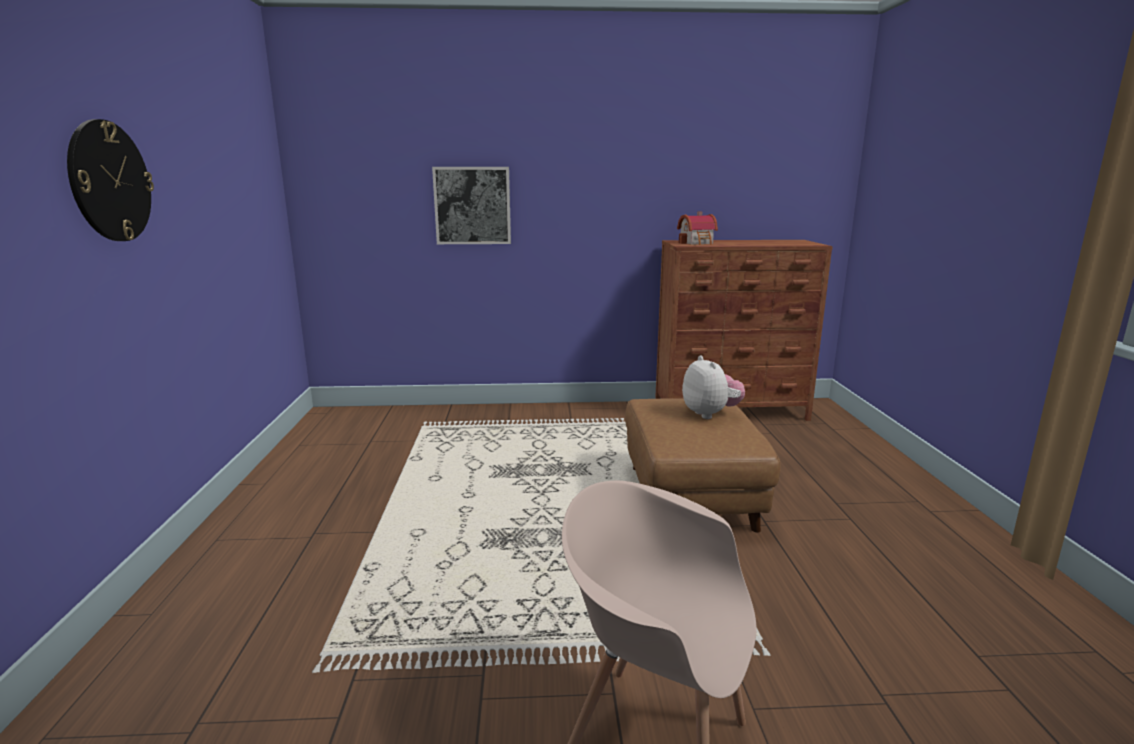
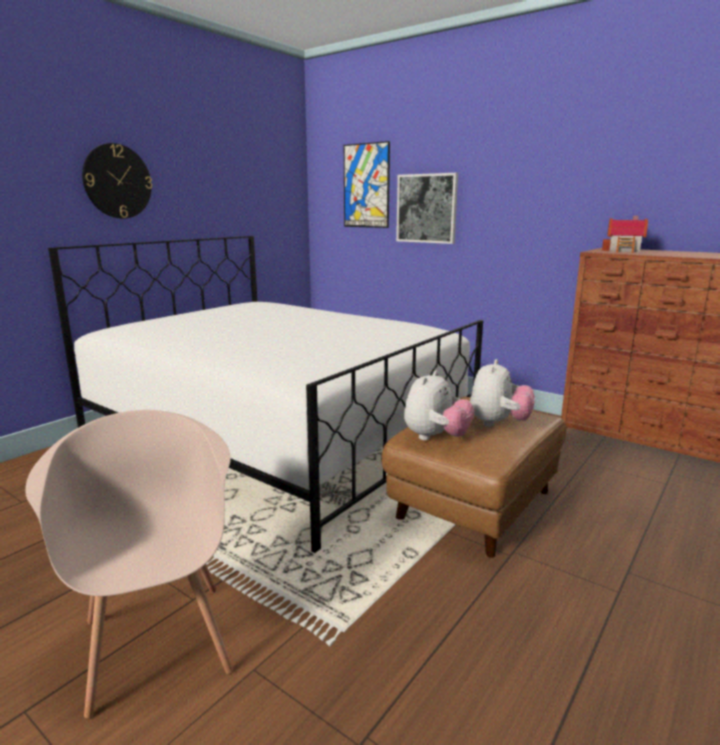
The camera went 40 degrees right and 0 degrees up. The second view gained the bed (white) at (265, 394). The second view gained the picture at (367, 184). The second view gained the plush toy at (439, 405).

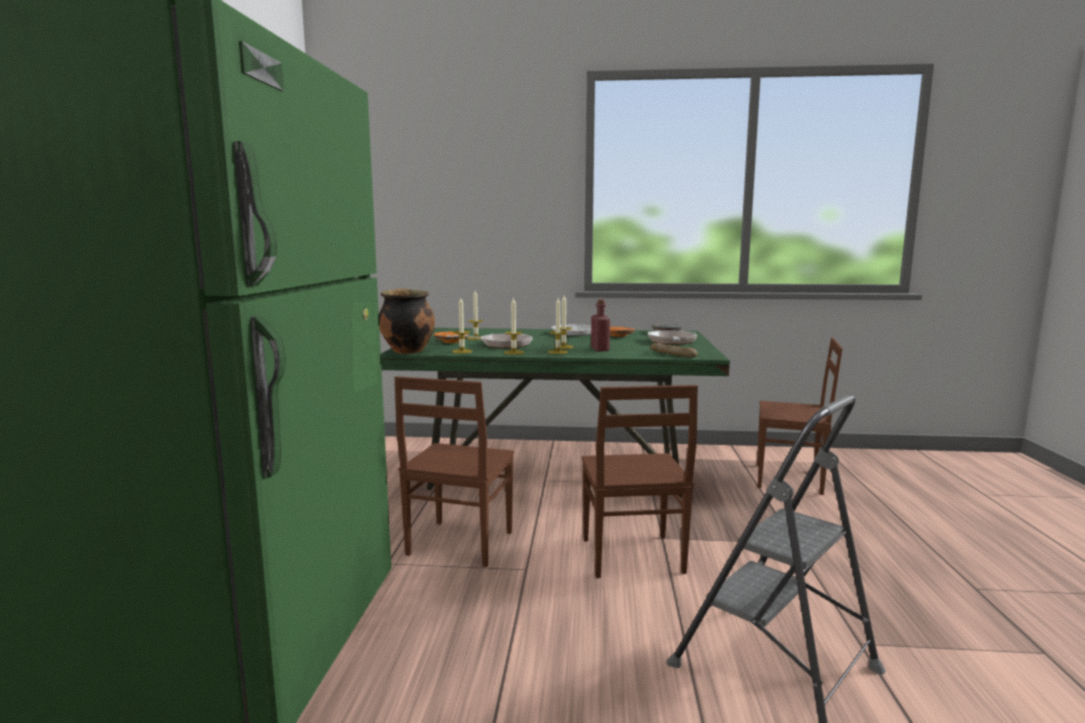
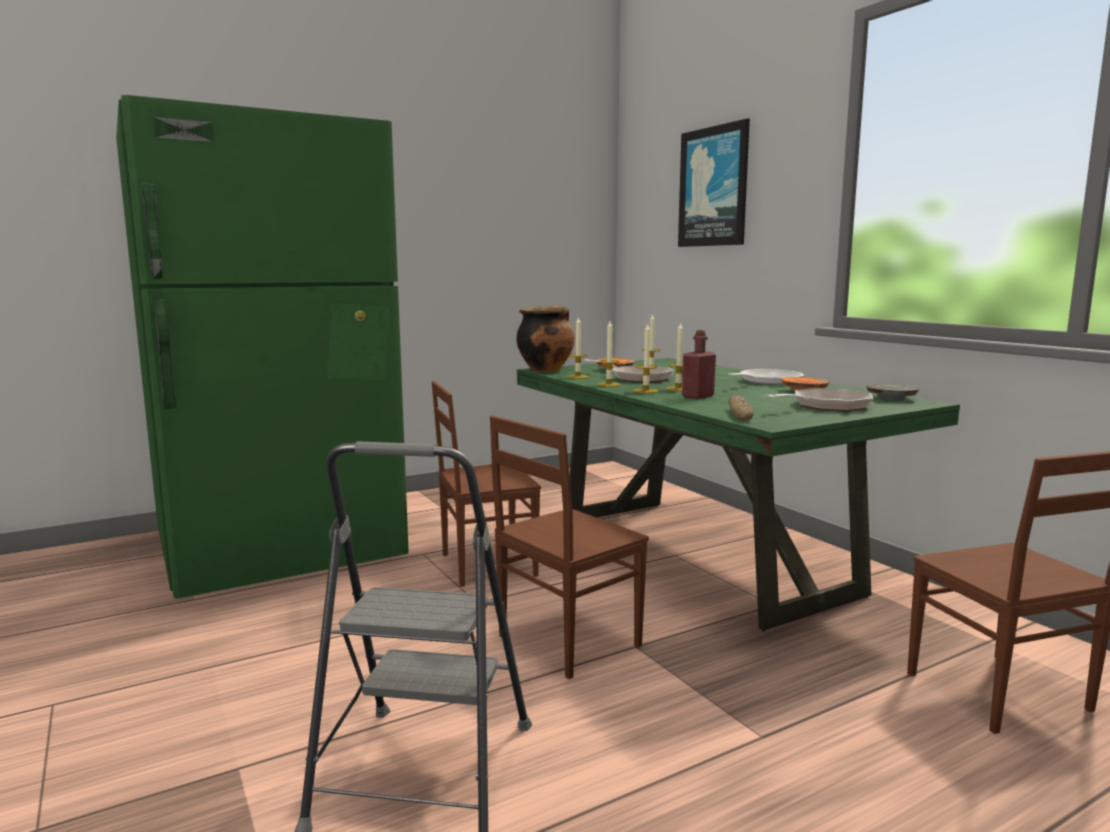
The camera went 55 degrees right and 0 degrees up. The second view gained the picture at (714, 183).

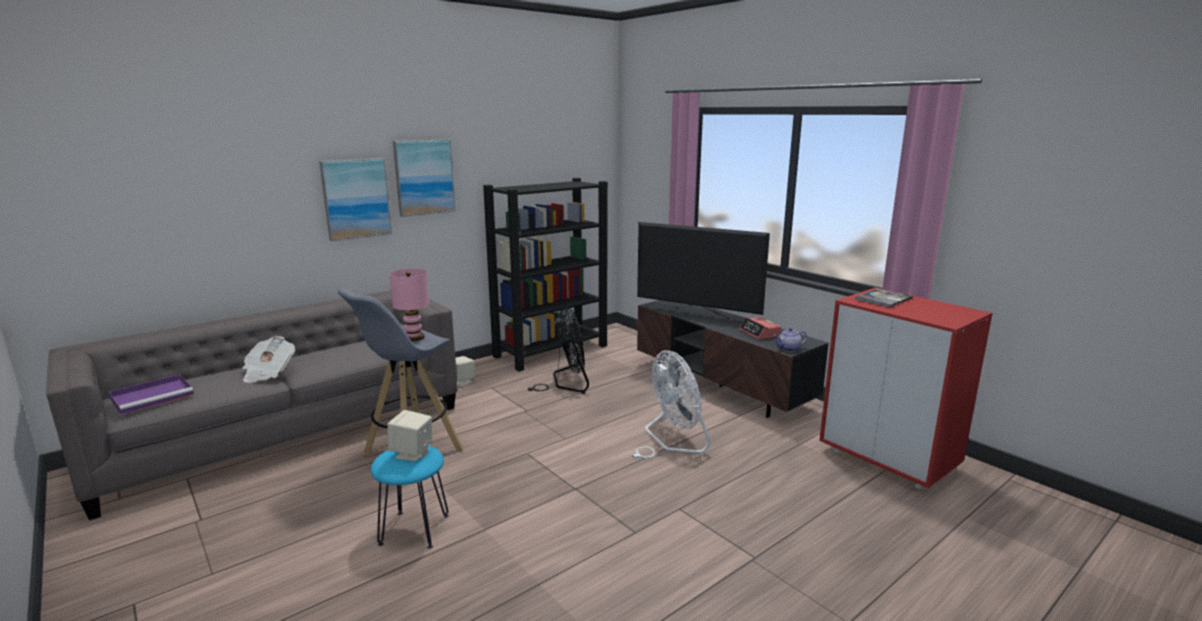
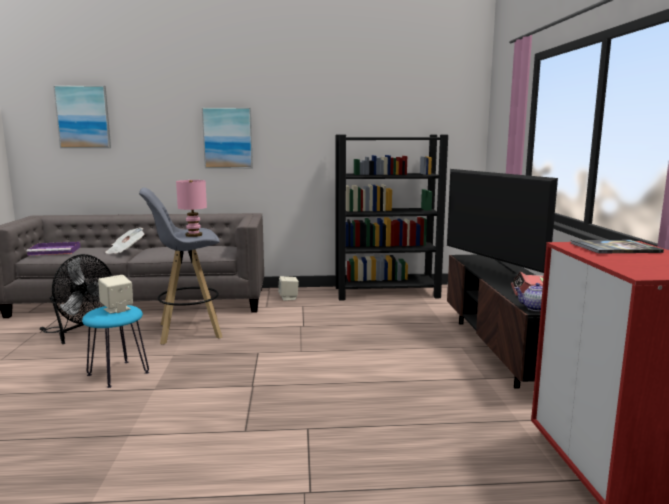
The camera went 35 degrees right and 5 degrees down. The picture ended up elsewhere, having gone from (424, 178) to (82, 116). The fan (black) ended up elsewhere, having gone from (558, 350) to (76, 299). The second view lost the fan (white) at (671, 404).

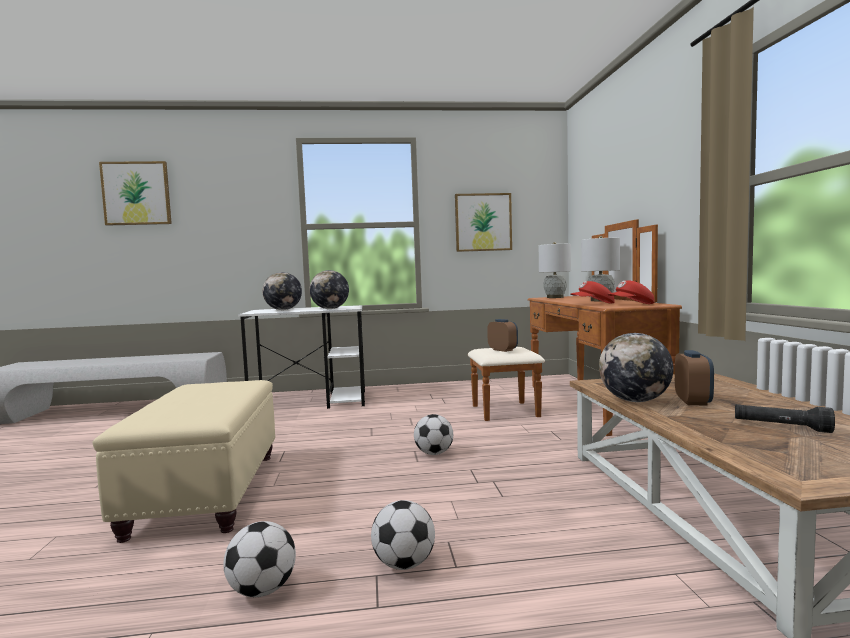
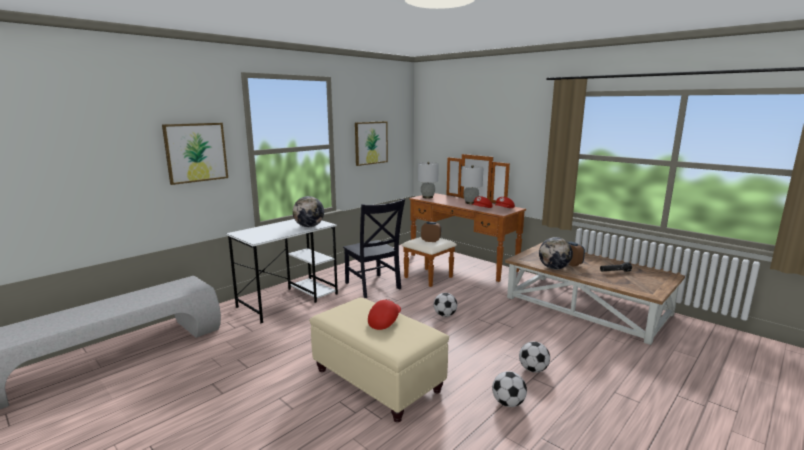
The camera went 40 degrees left and 10 degrees up. The picture ended up elsewhere, having gone from (135, 193) to (195, 154). The second view lost the globe at (282, 291). The second view gained the chair (black) at (374, 248). The second view gained the cap (red) at (384, 314).

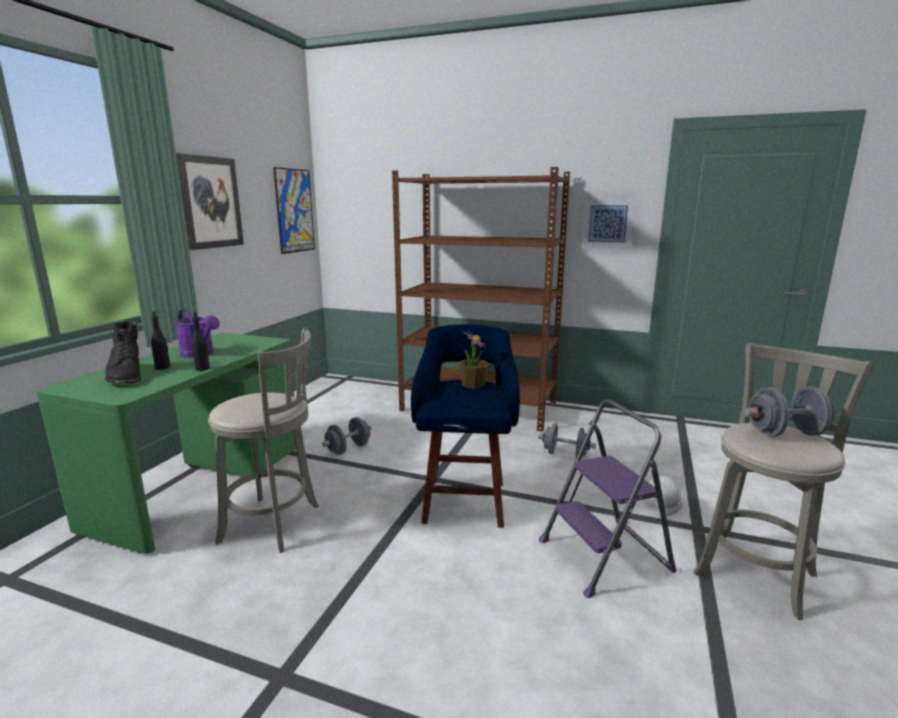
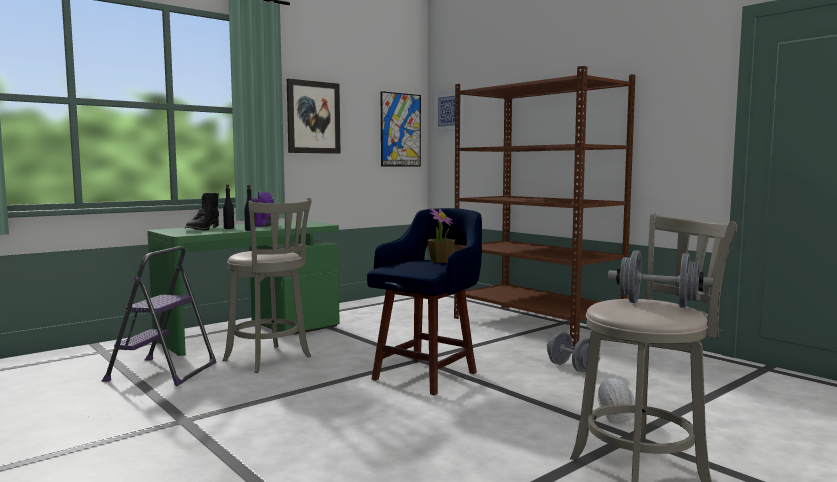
The camera went 30 degrees right and 10 degrees down. The second view lost the dumbbell (grey) at (347, 436). The step ladder (purple) ended up elsewhere, having gone from (607, 499) to (158, 316). The picture ended up elsewhere, having gone from (608, 223) to (448, 110).

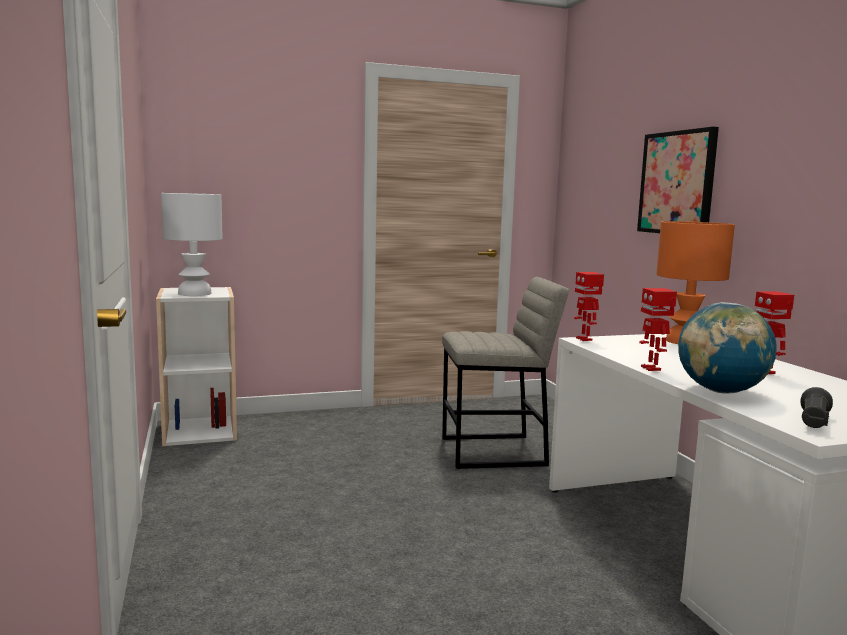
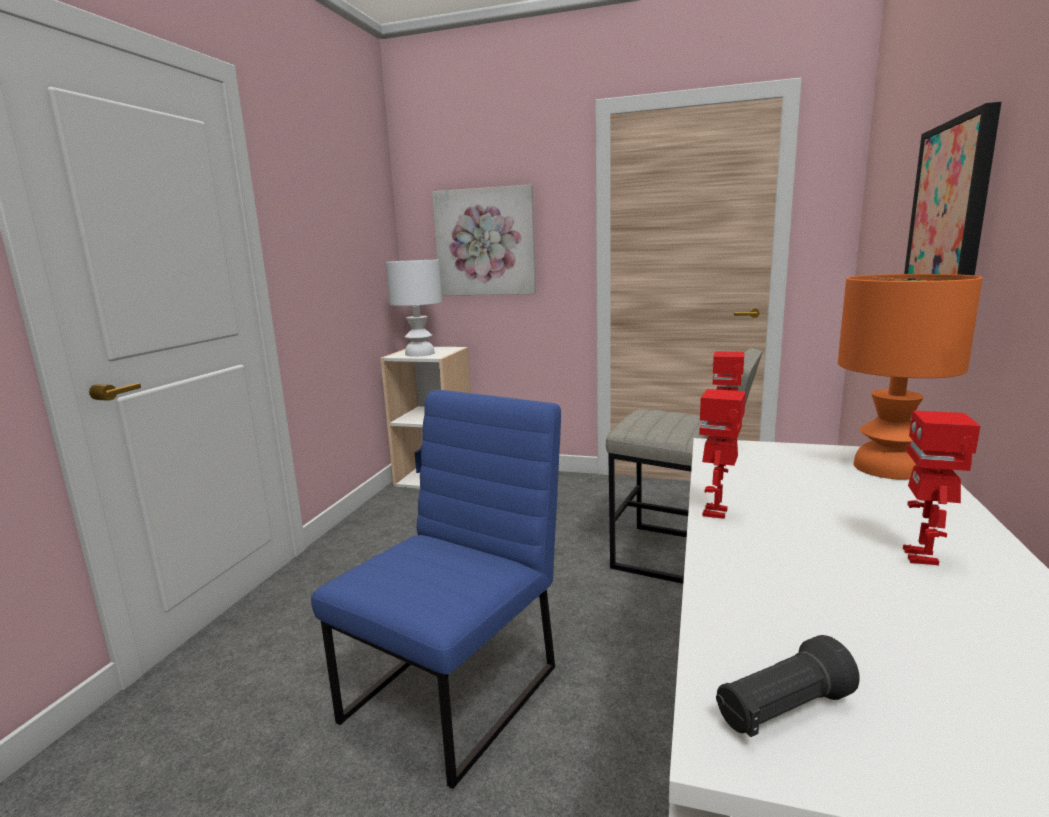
The camera went 35 degrees right and 5 degrees up. The second view lost the globe at (727, 348). The second view gained the chair (blue) at (436, 589). The second view gained the picture at (484, 240).

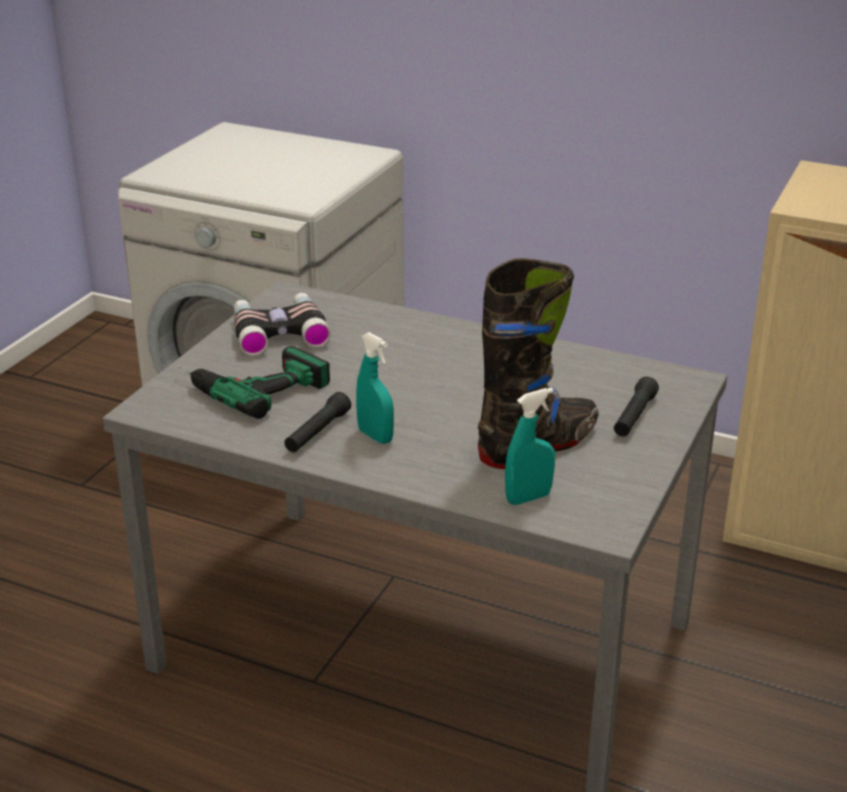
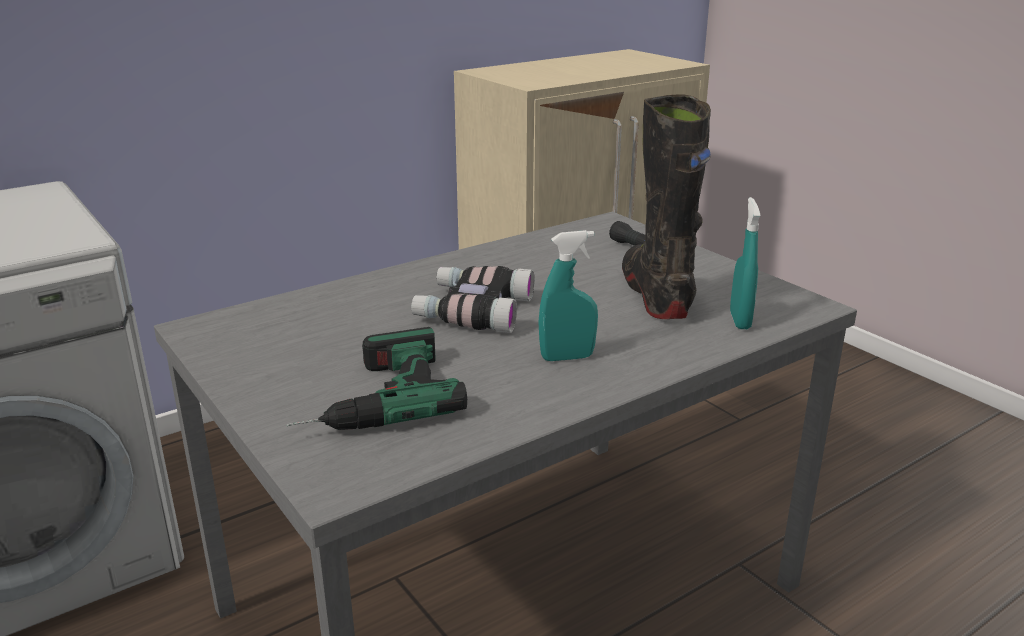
The camera went 60 degrees left and 5 degrees down. The binoculars ended up elsewhere, having gone from (282, 324) to (473, 299). The second view lost the flashlight (black) at (317, 422).

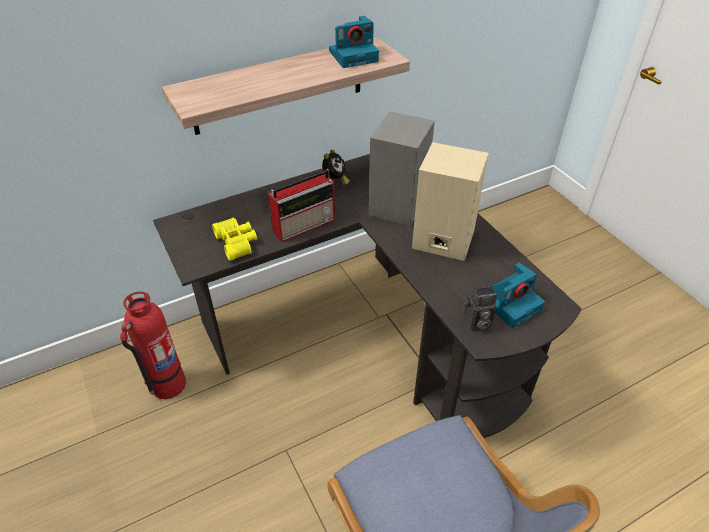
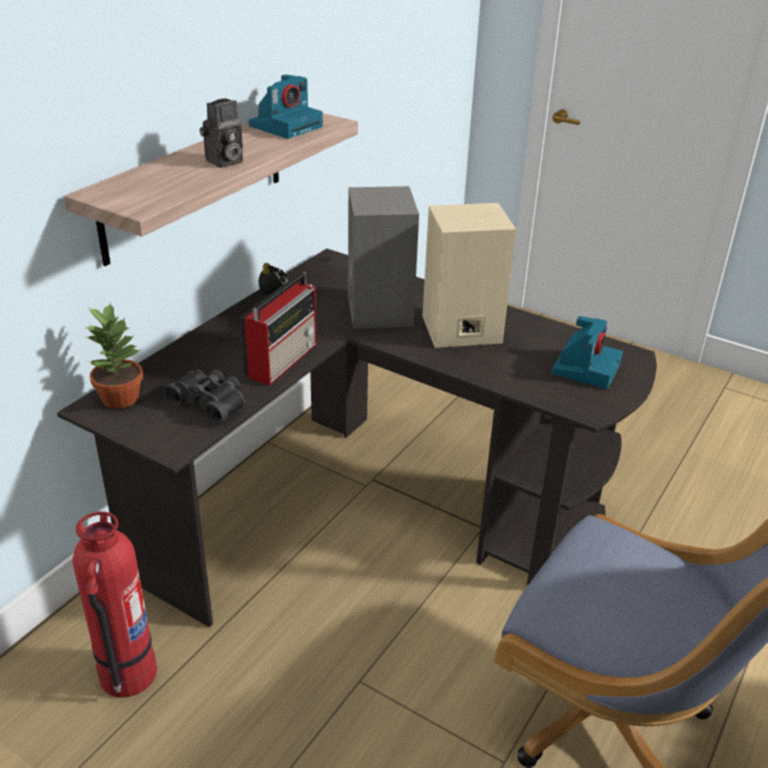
The camera went 30 degrees left and 10 degrees down. What was the binoculars (yellow) at (234, 239) turned into the binoculars (black) at (204, 397). The photo camera ended up elsewhere, having gone from (480, 308) to (221, 133). The second view gained the potted plant at (115, 355).

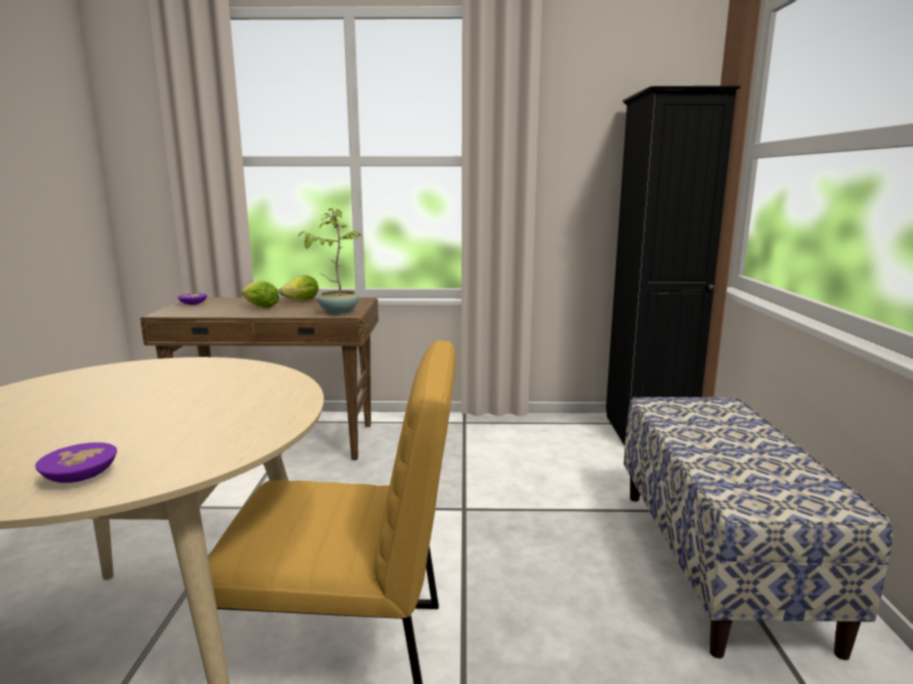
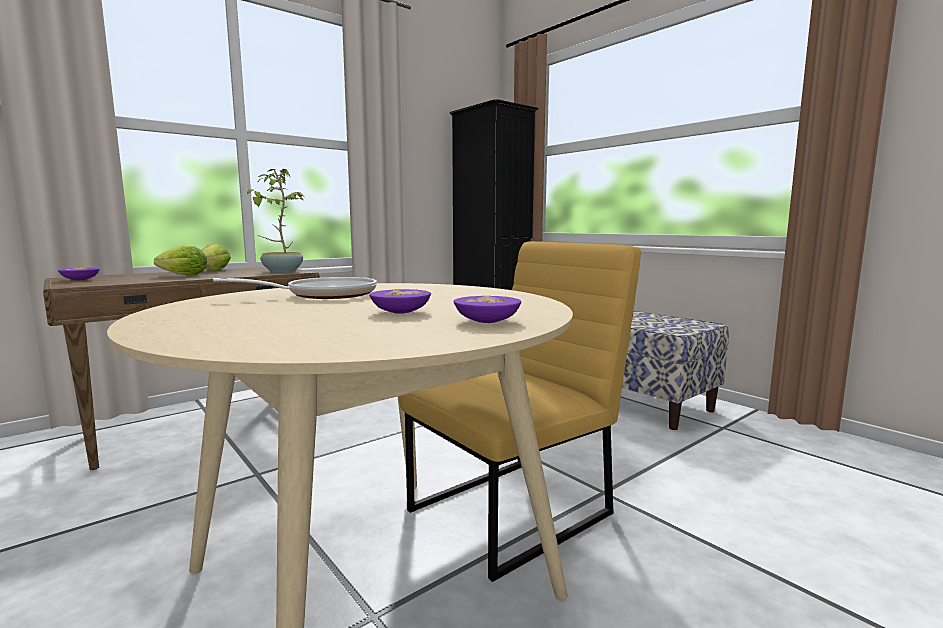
The camera went 40 degrees left and 5 degrees down. The second view gained the frying pan at (295, 288). The second view gained the bowl (purple) at (400, 301).

